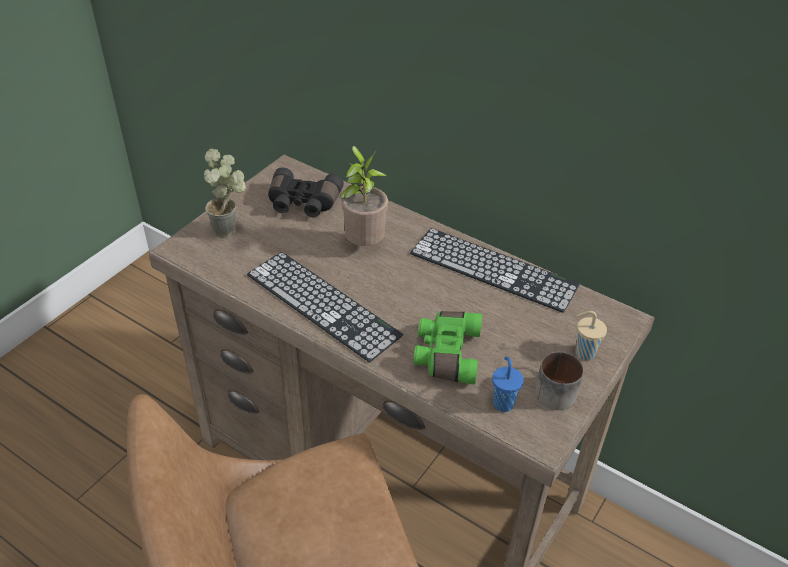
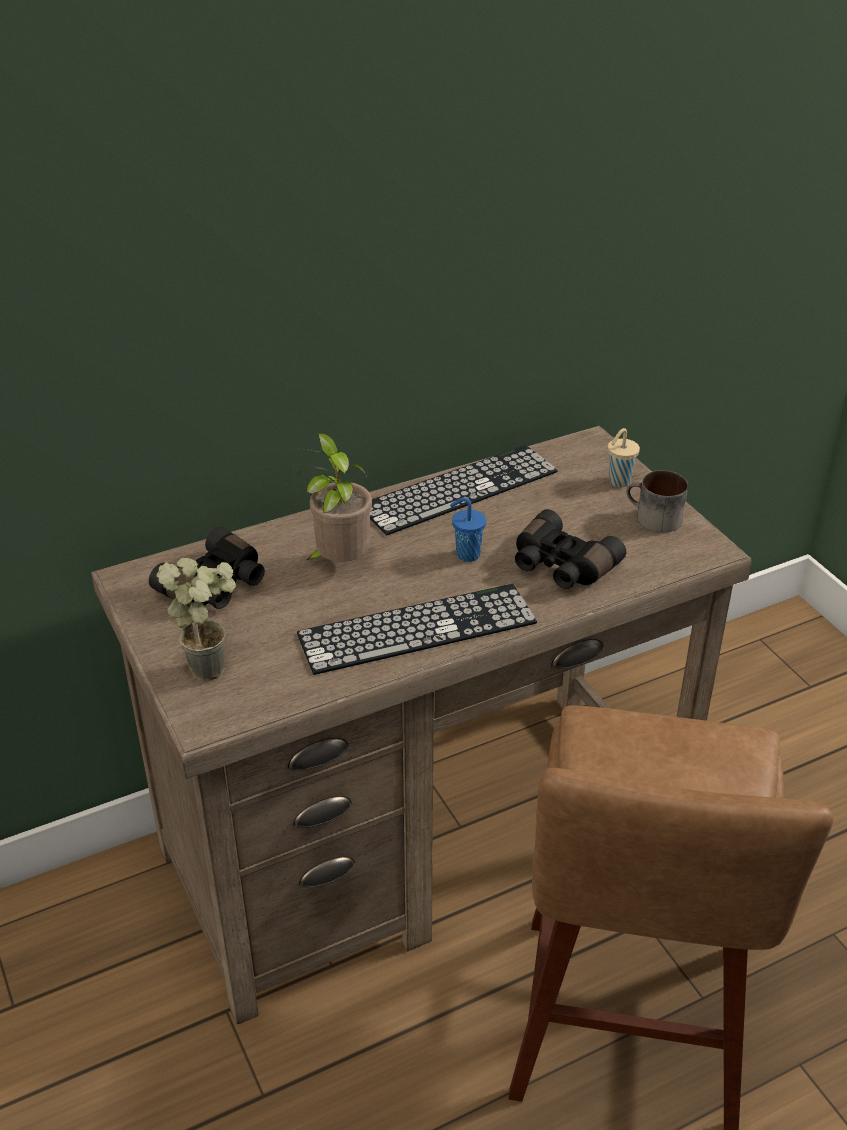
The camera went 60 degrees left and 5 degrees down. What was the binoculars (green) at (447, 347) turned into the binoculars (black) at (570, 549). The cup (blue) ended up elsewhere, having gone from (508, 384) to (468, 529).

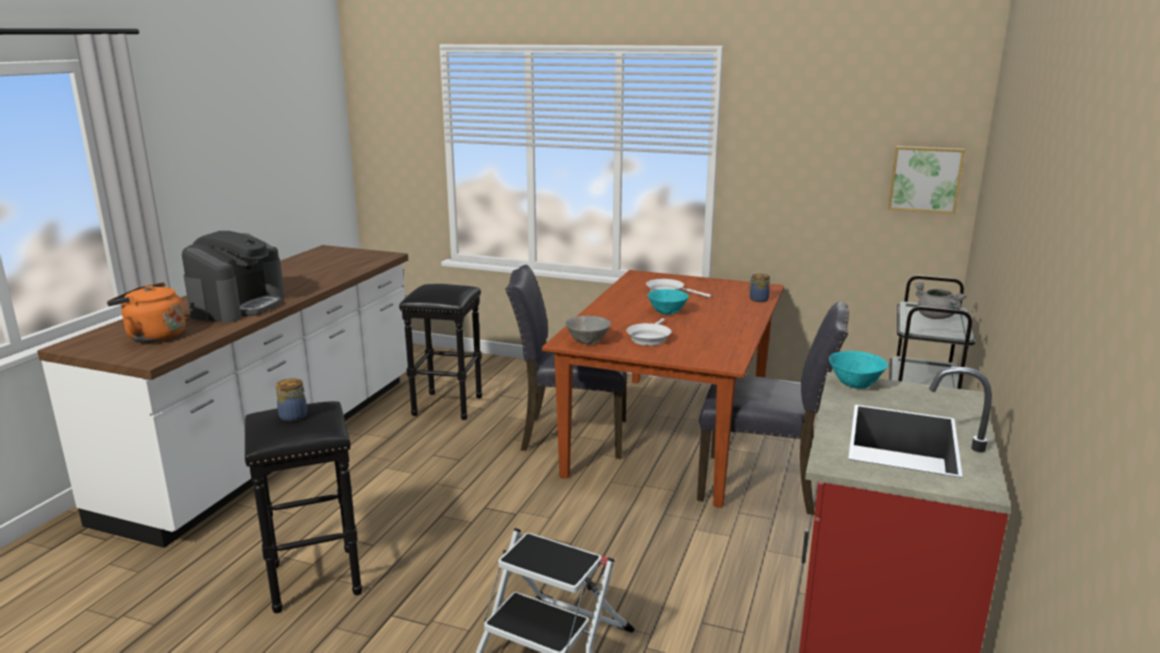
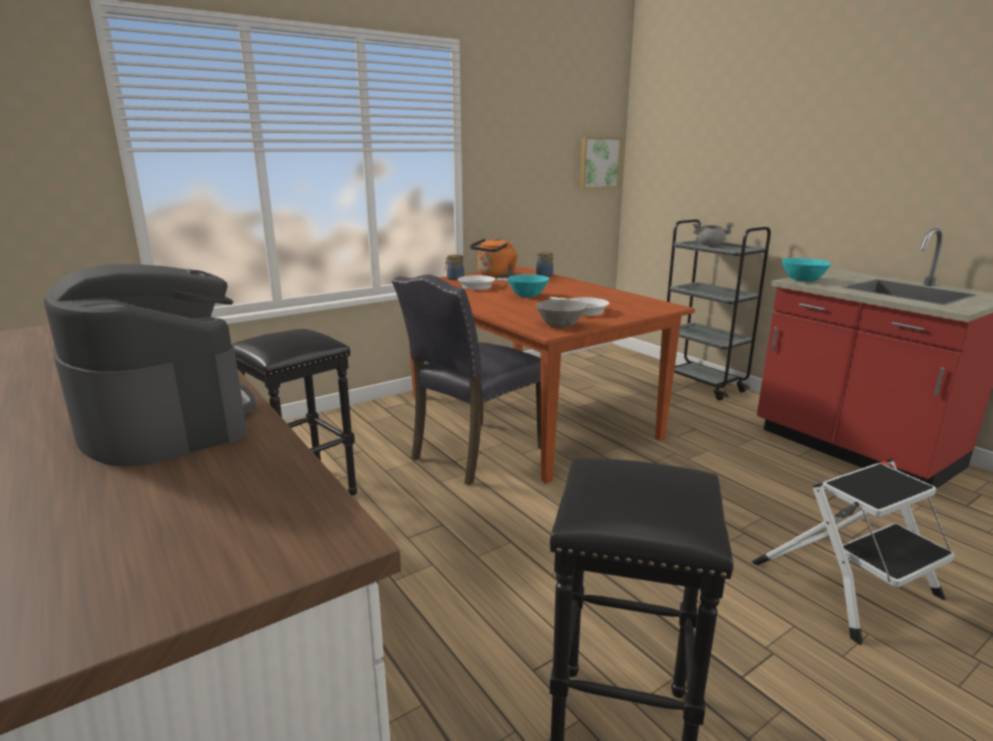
The camera went 55 degrees left and 0 degrees up. The kettle (orange) ended up elsewhere, having gone from (146, 312) to (494, 257). The jar ended up elsewhere, having gone from (291, 400) to (454, 267). The second view lost the chair (grey) at (773, 408).

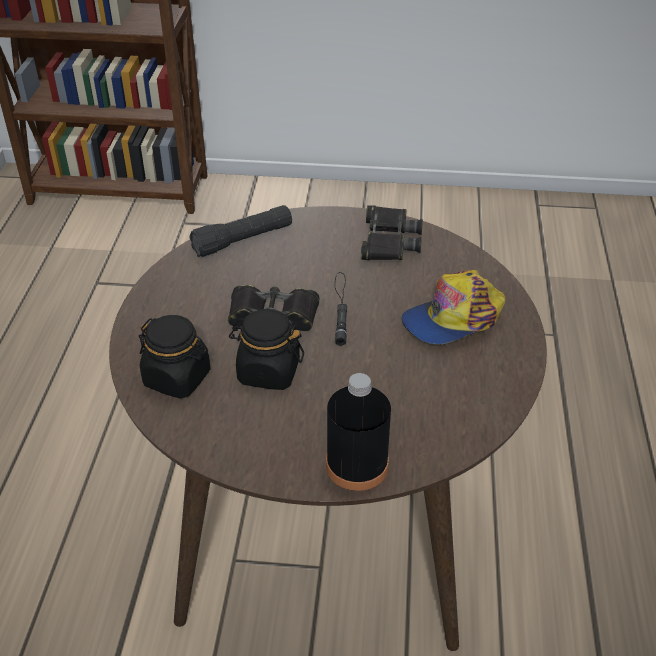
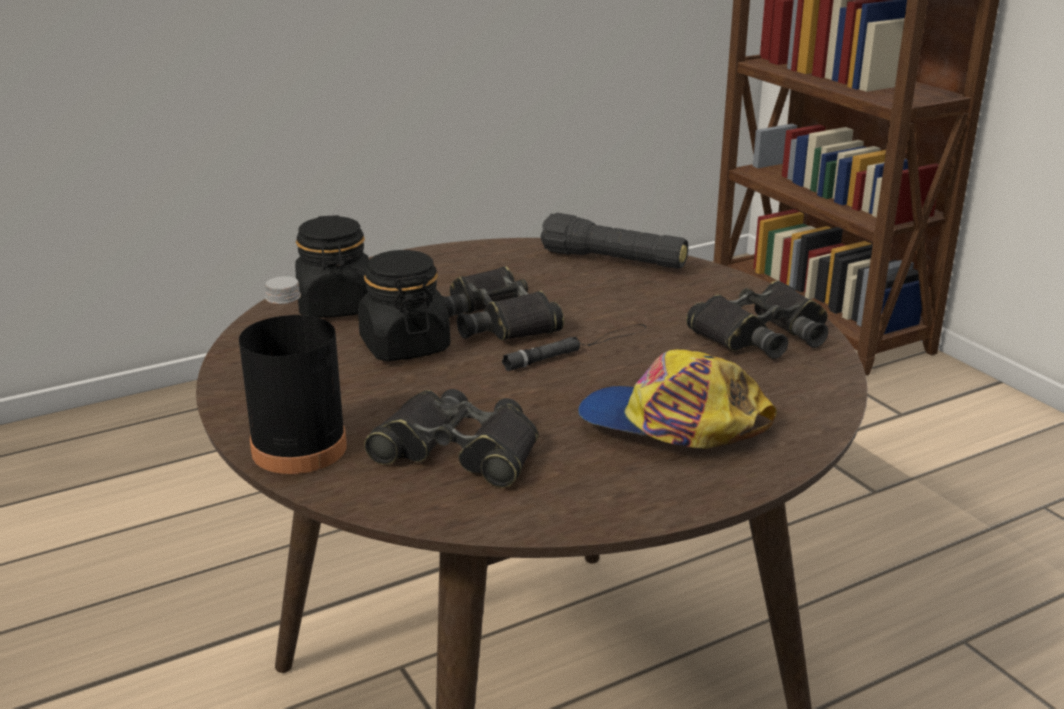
The camera went 55 degrees right and 15 degrees down. The second view gained the binoculars (black) at (451, 438).

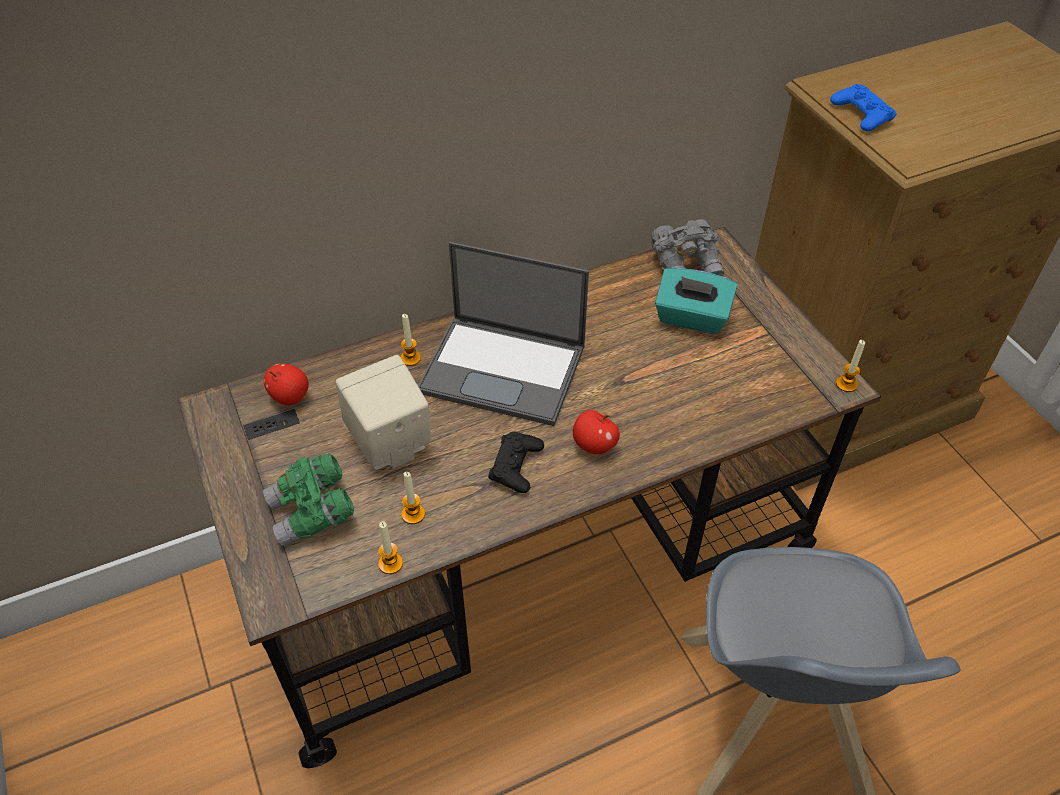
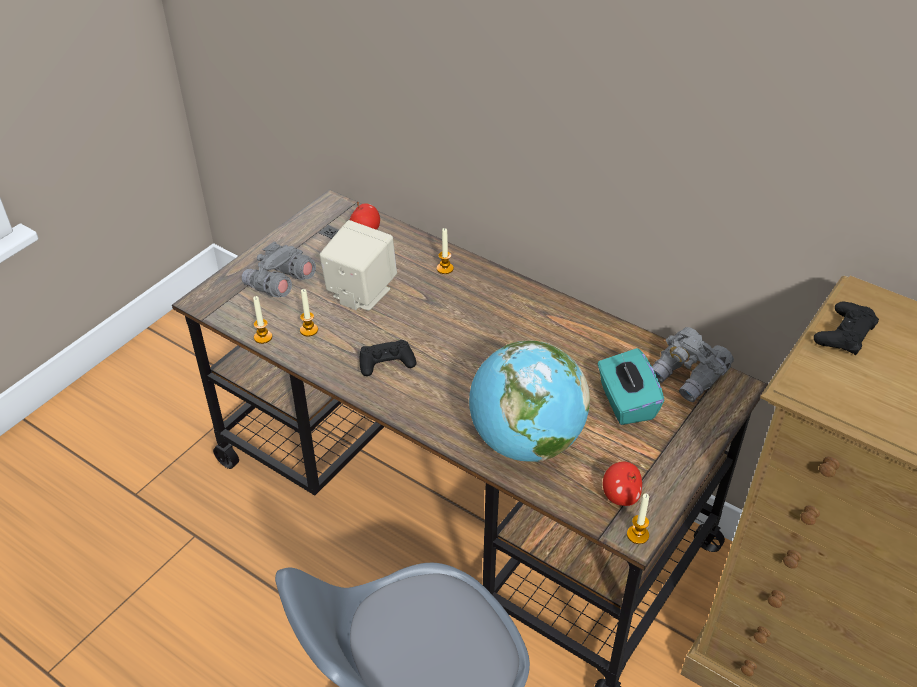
The camera went 60 degrees right and 5 degrees down. What was the binoculars (green) at (308, 499) turned into the binoculars (grey) at (279, 270). The second view lost the laptop at (503, 334). The apple ended up elsewhere, having gone from (596, 432) to (622, 484). What was the game controller (blue) at (863, 107) turned into the game controller (black) at (846, 328). The second view gained the globe at (529, 401).

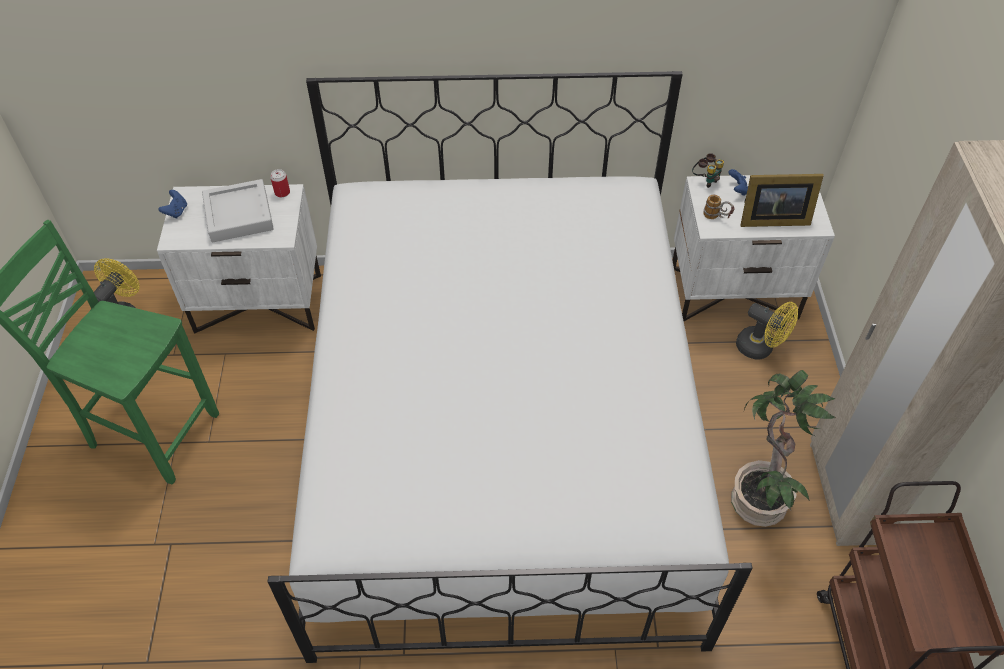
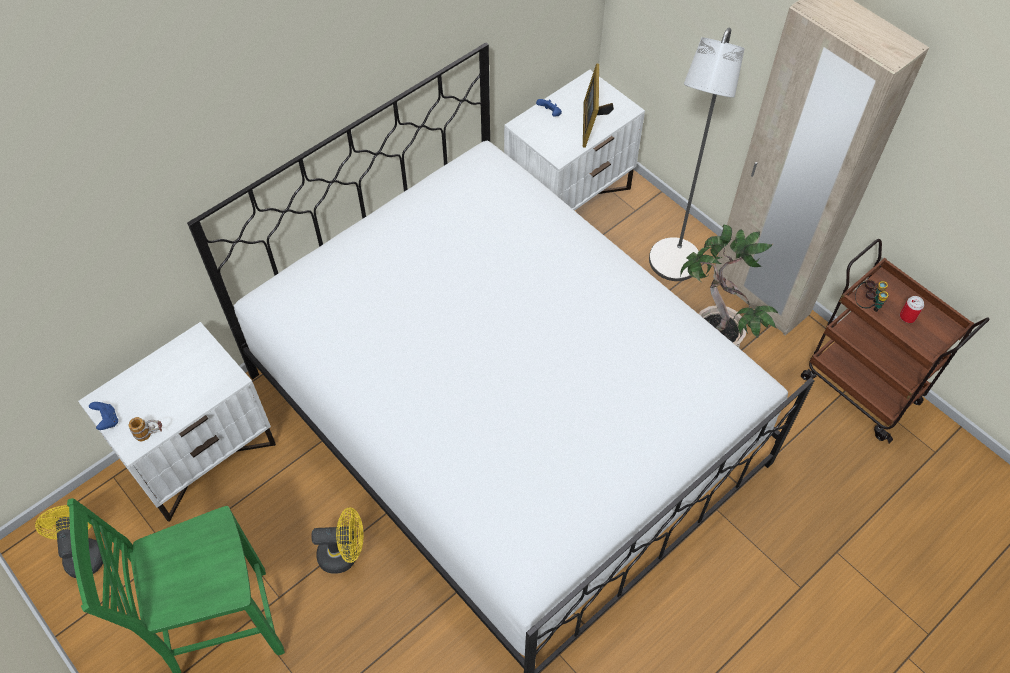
The camera went 40 degrees left and 5 degrees up. The second view lost the tray (grey) at (238, 210). The can ended up elsewhere, having gone from (280, 183) to (912, 309). The binoculars ended up elsewhere, having gone from (708, 170) to (872, 296). The mug ended up elsewhere, having gone from (719, 207) to (145, 429). The fan (yellow) ended up elsewhere, having gone from (767, 331) to (337, 541). The picture frame at (782, 200) ended up facing another way, 135 degrees clockwise from before. The second view gained the floor lamp (grey) at (697, 154).

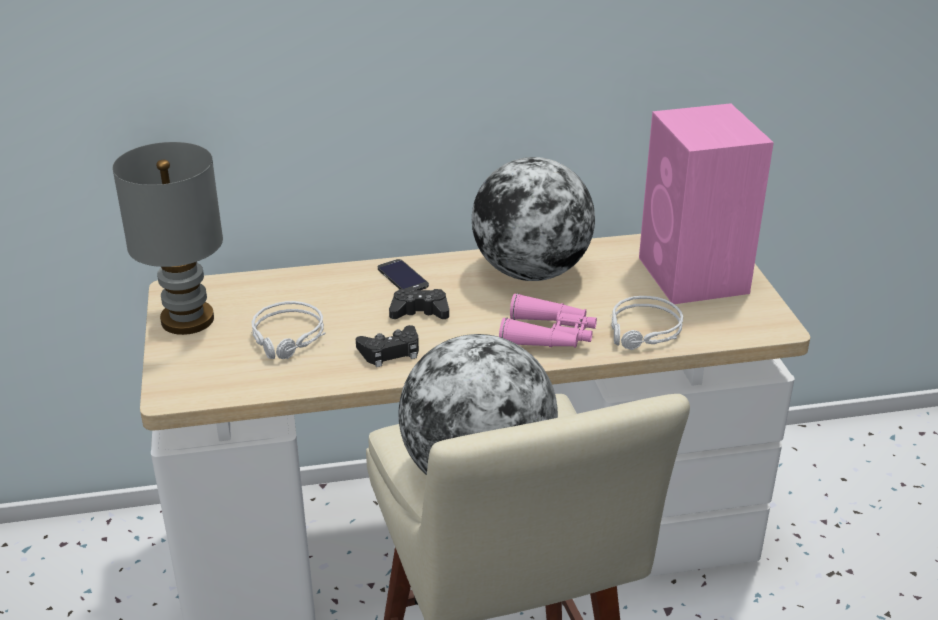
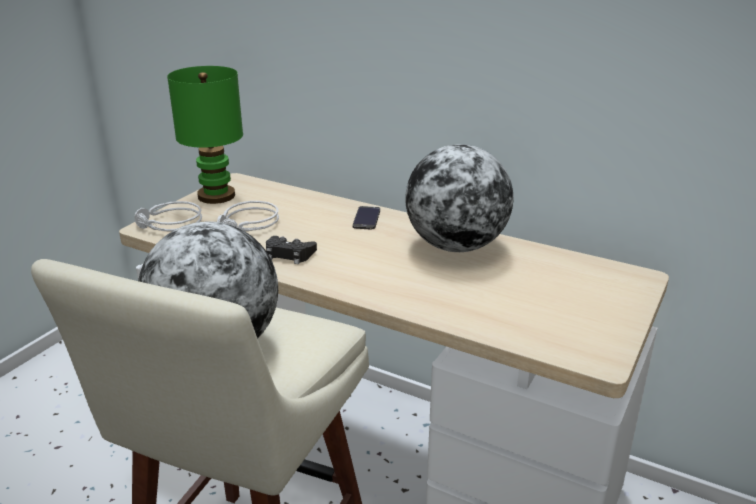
The camera went 40 degrees right and 5 degrees down. What was the table lamp (grey) at (167, 238) turned into the table lamp (green) at (205, 135). The second view lost the game controller (black) at (419, 304). The second view lost the binoculars (pink) at (548, 320). The headphones (grey) ended up elsewhere, having gone from (646, 323) to (168, 216). The second view lost the speaker (pink) at (706, 203).

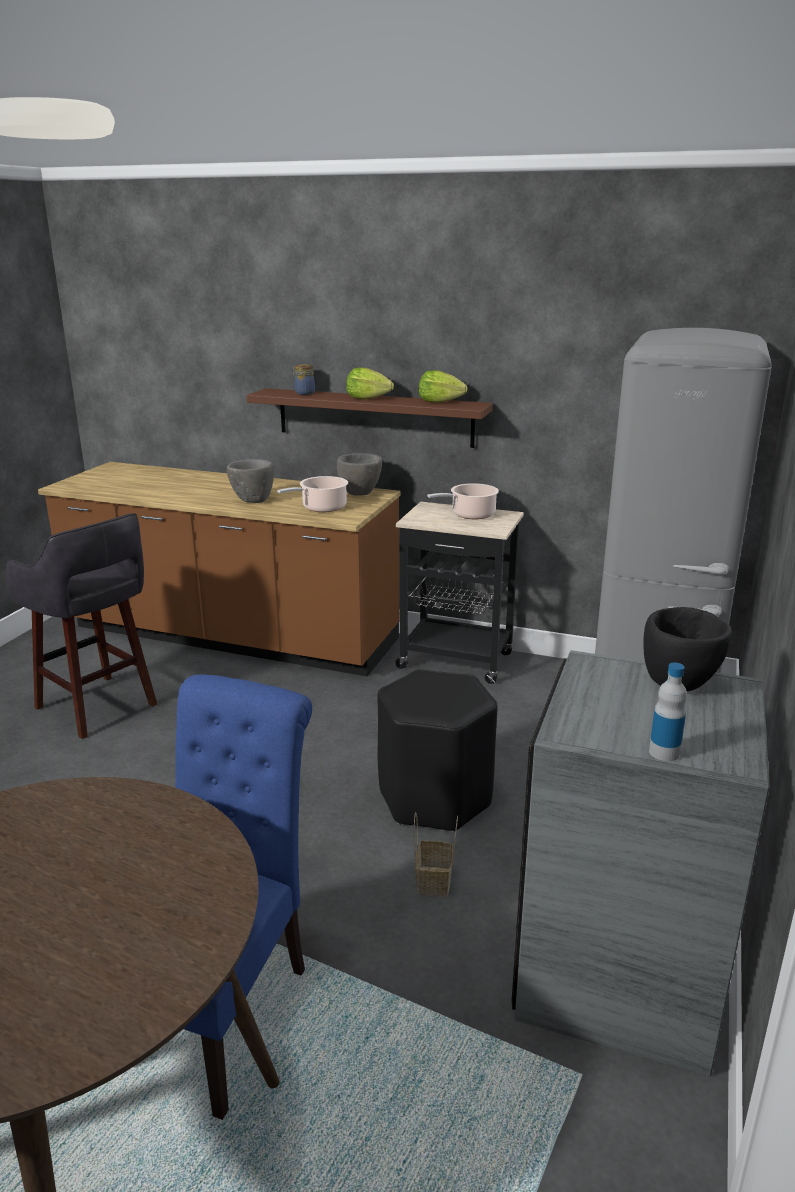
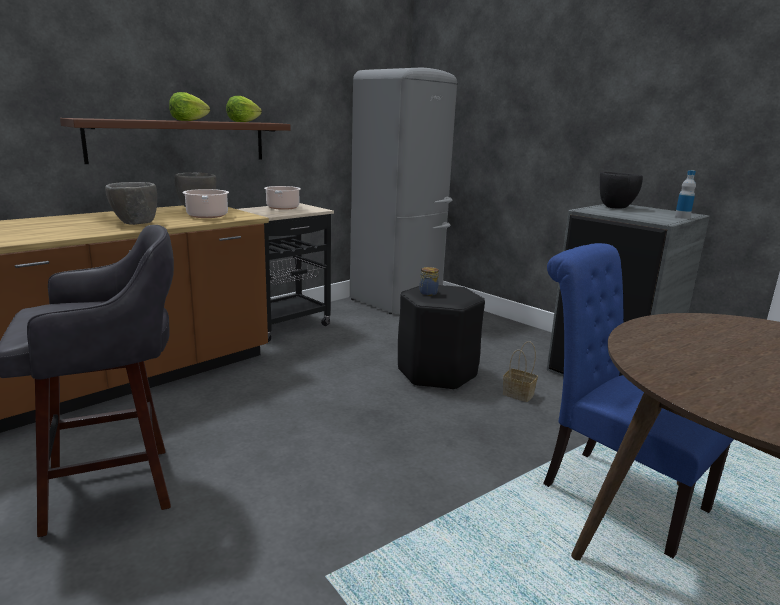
The camera went 65 degrees left and 5 degrees down. The jar ended up elsewhere, having gone from (304, 379) to (429, 281).

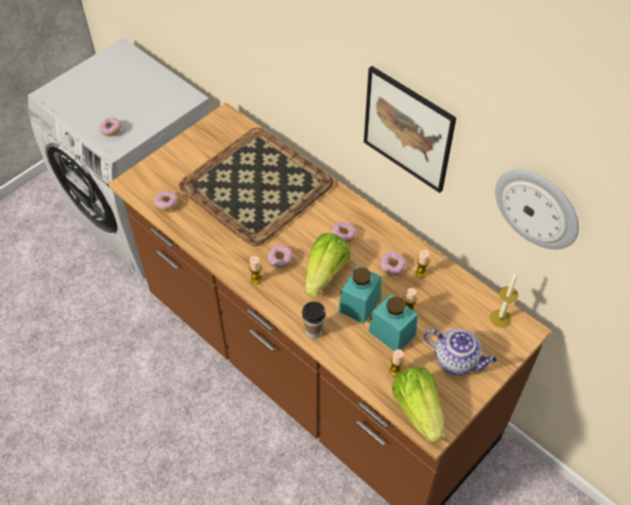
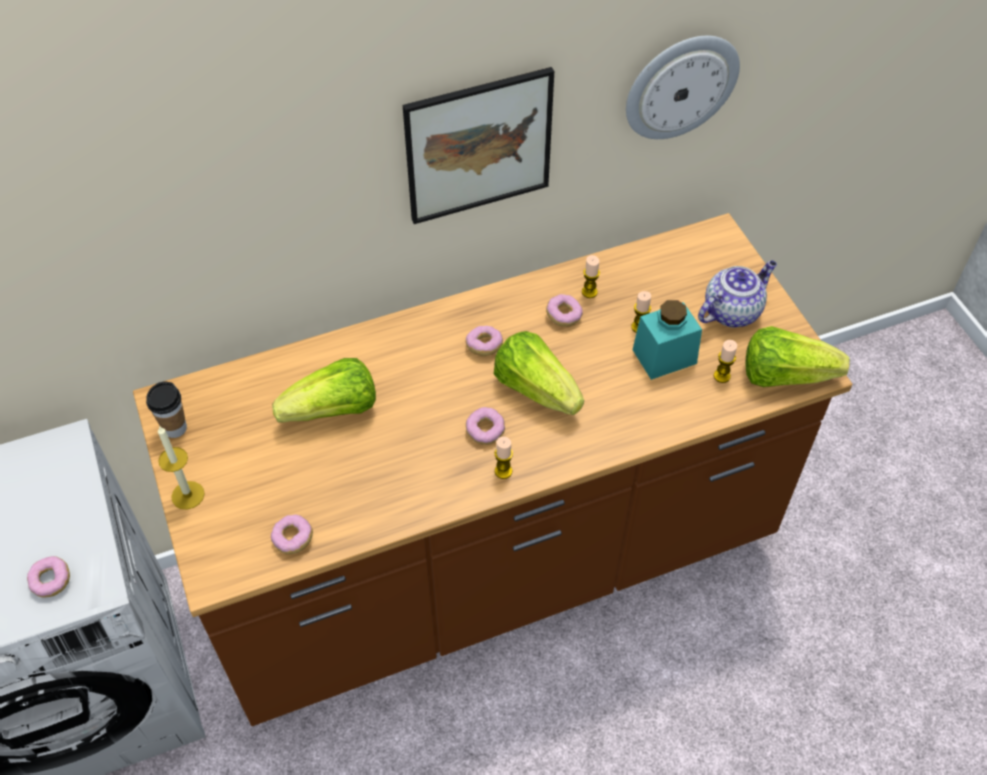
The camera went 65 degrees left and 0 degrees up. Where the tray stood at (256, 187), the lettuce came to stand at (324, 390). The cup ended up elsewhere, having gone from (314, 320) to (166, 410). The second view lost the jar (turquoise) at (359, 295). The candle ended up elsewhere, having gone from (504, 300) to (181, 468).

